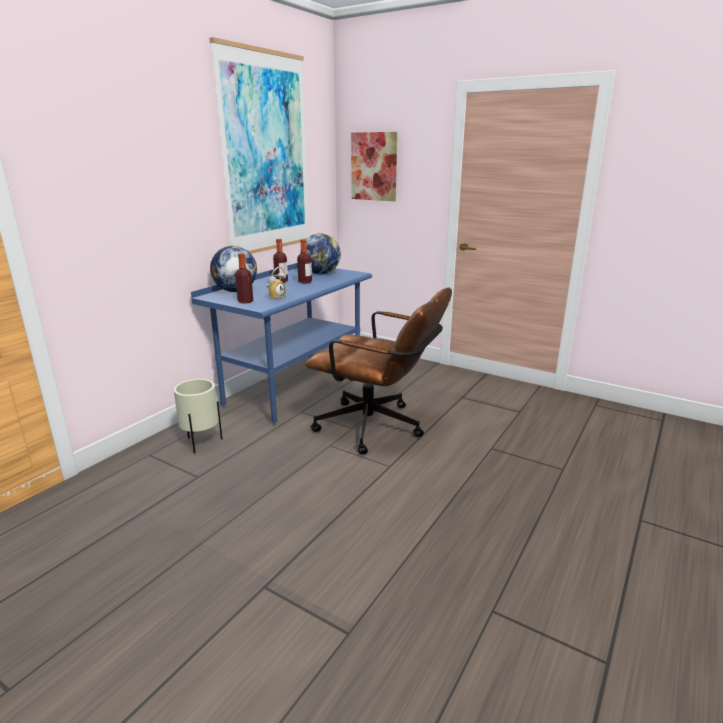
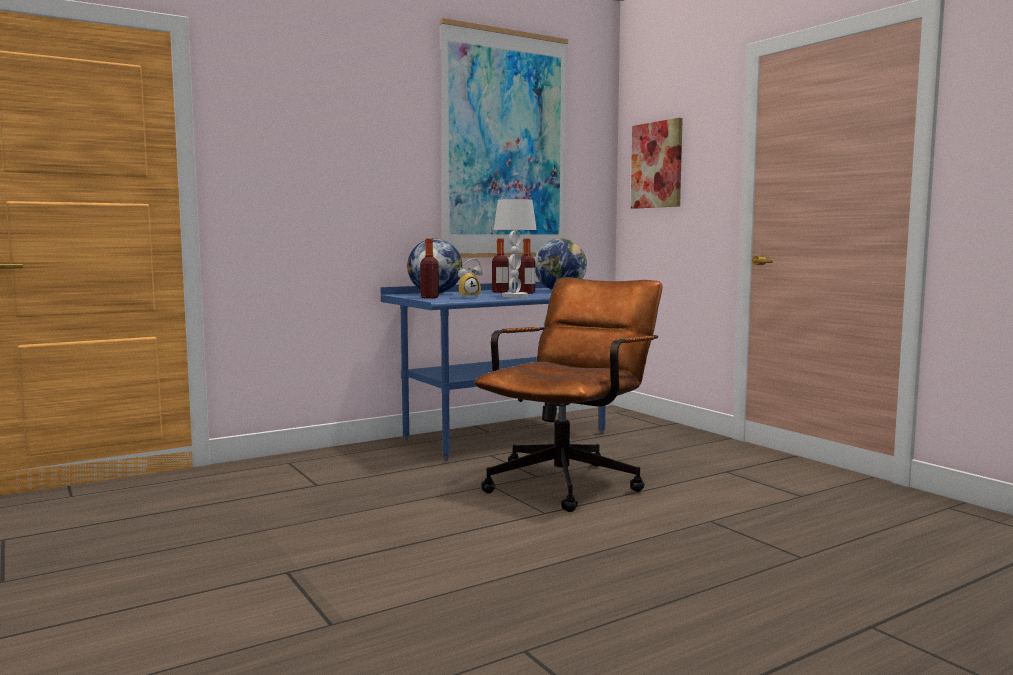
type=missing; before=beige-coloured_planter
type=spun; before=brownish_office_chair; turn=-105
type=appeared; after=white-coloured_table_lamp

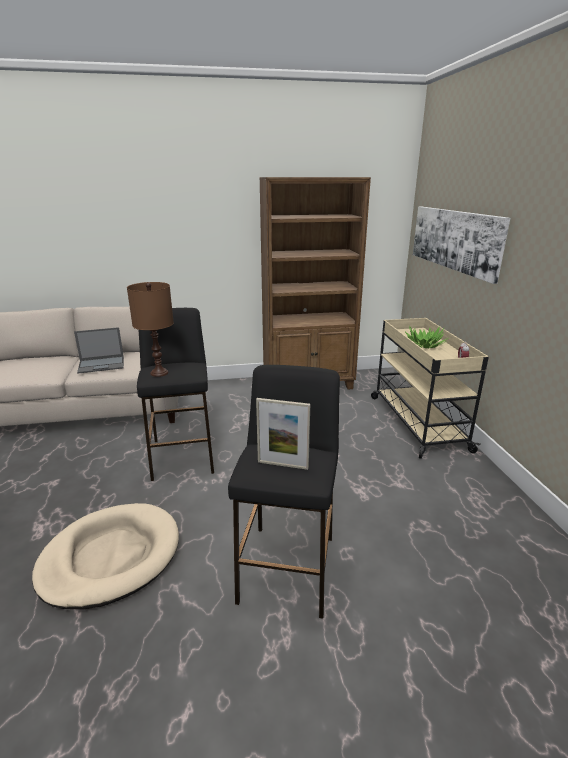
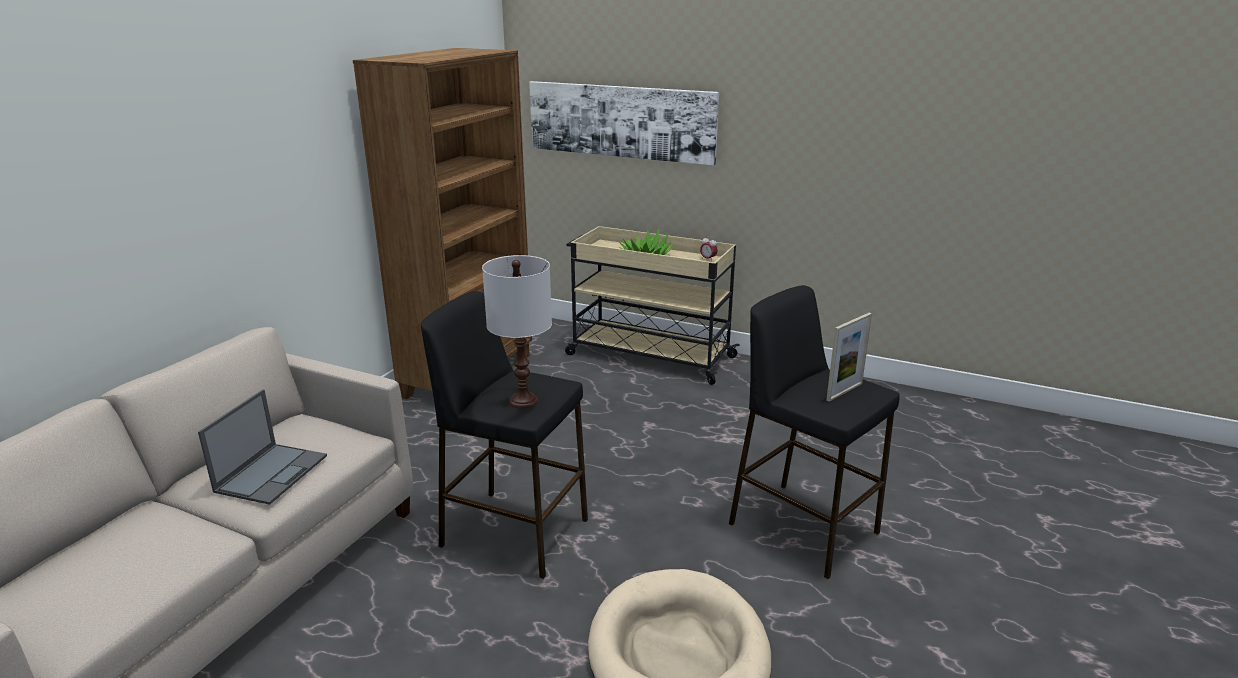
type=colour; before=brownish_table_lamp; after=white-coloured_table_lamp

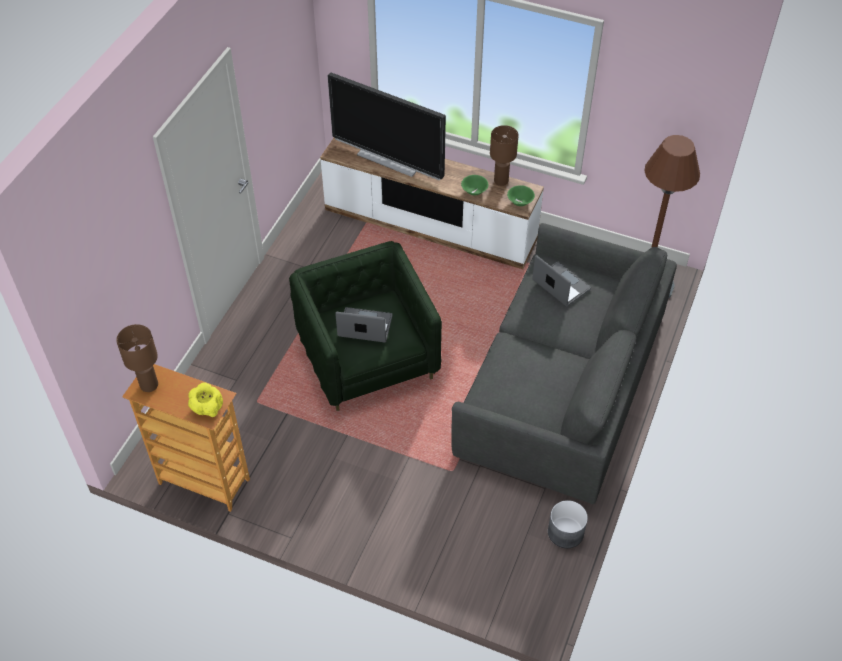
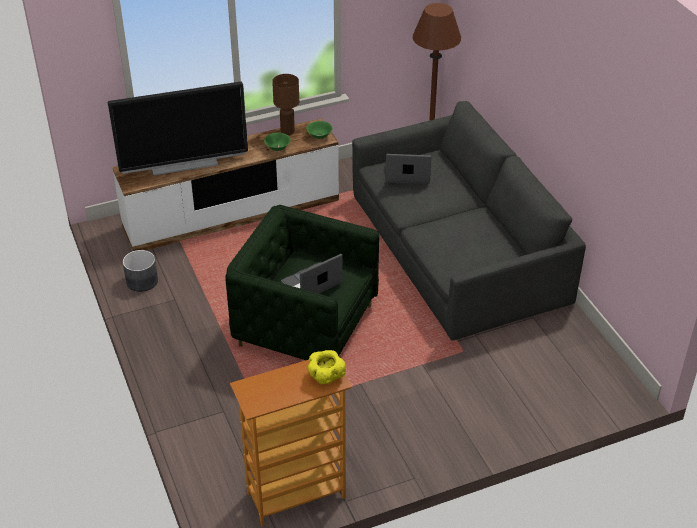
type=missing; before=brownish_table_lamp (no. 1 from left)
type=relocated; before=gray_planter

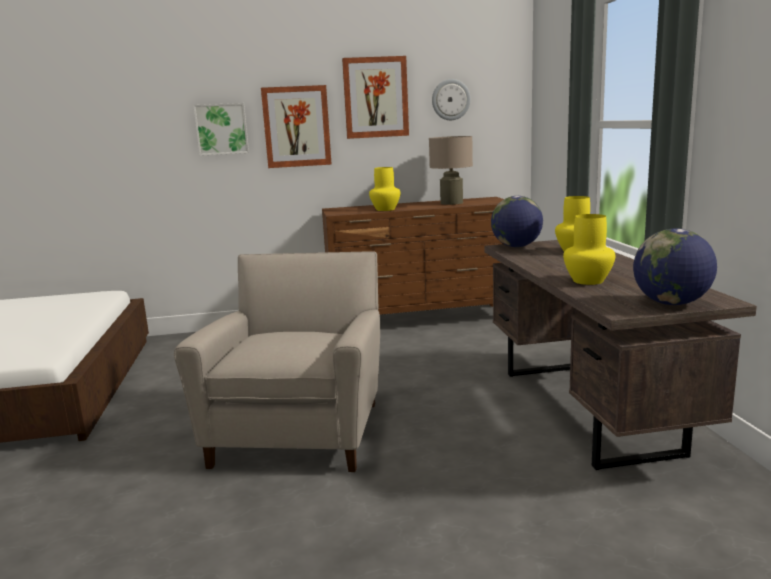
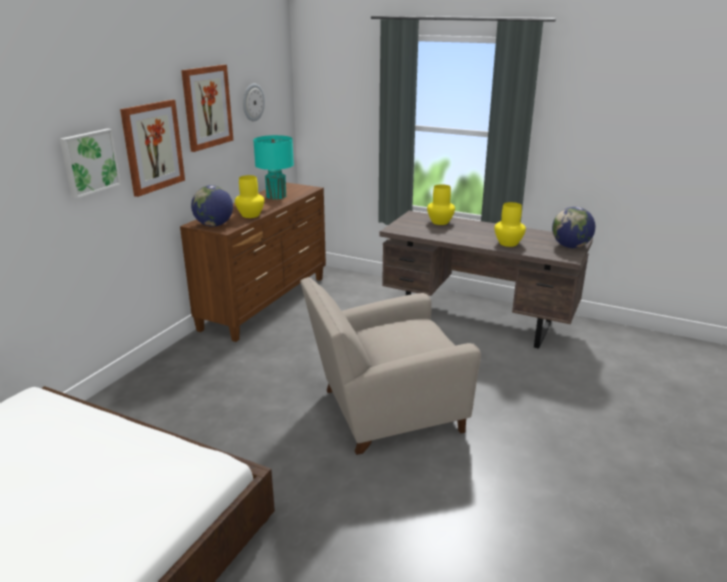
type=spun; before=beige-coloured_easy_chair; turn=-60
type=colour; before=beige-coloured_table_lamp; after=turquoise-coloured_table_lamp
type=relocated; before=world_globe (no. 1 from left)

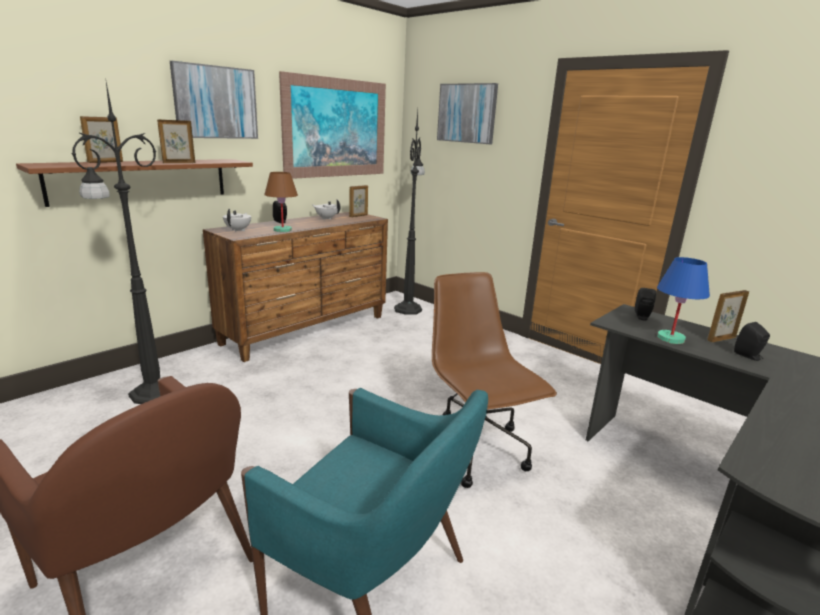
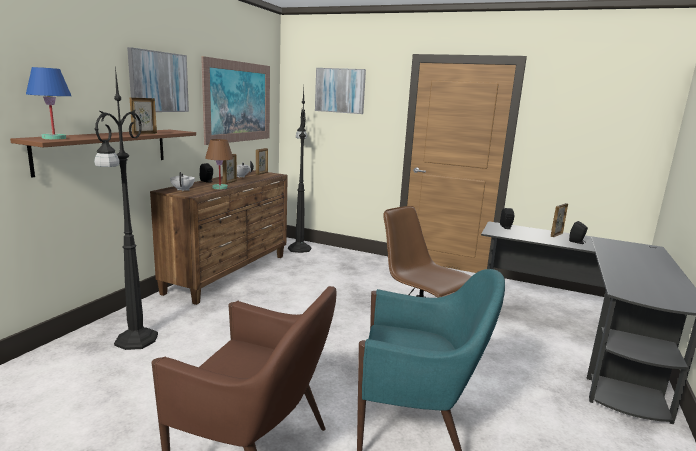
type=relocated; before=standing_frame (no. 1 from left in the first image); after=standing_frame (no. 2 from left)
type=relocated; before=blue-coloured_table_lamp

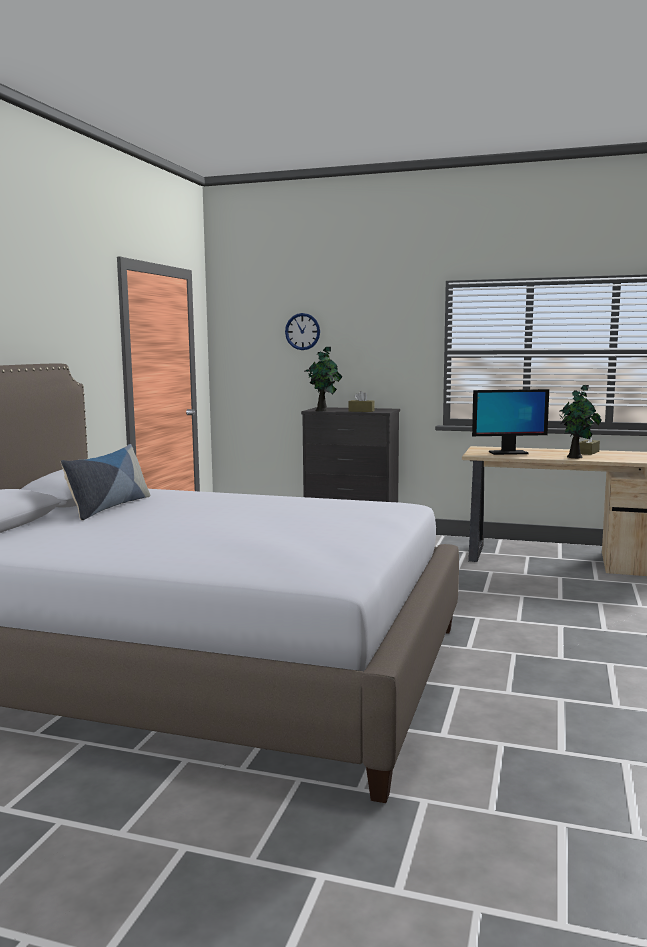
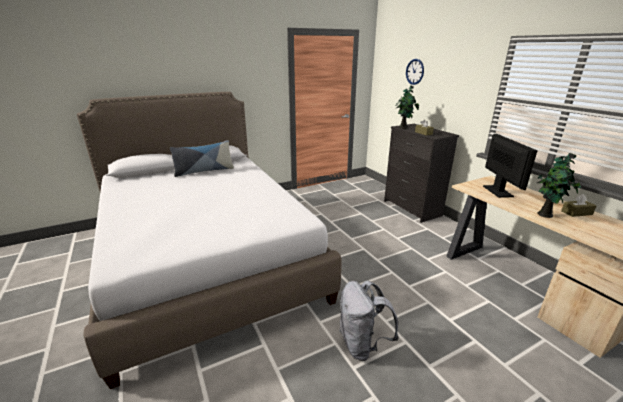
type=spun; before=computer_screen; turn=-135
type=appeared; after=gray_rucksack

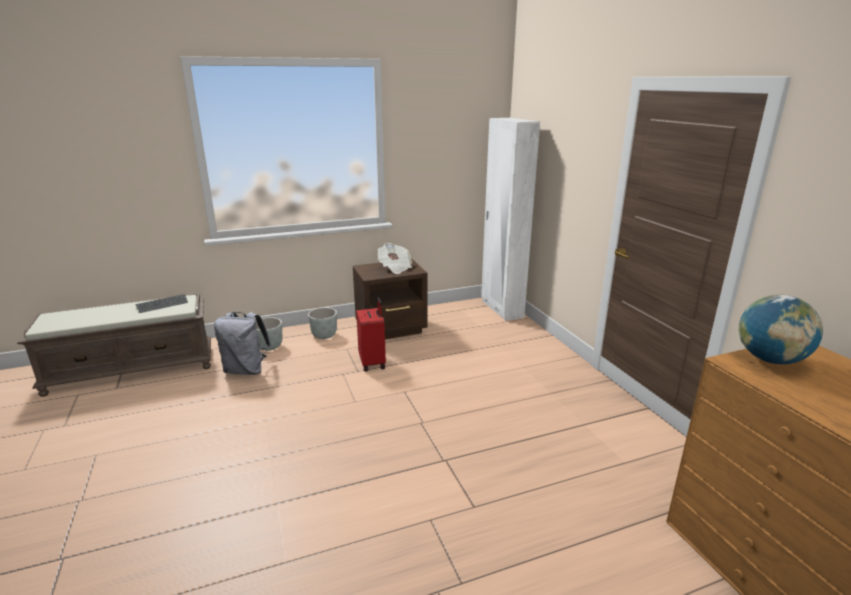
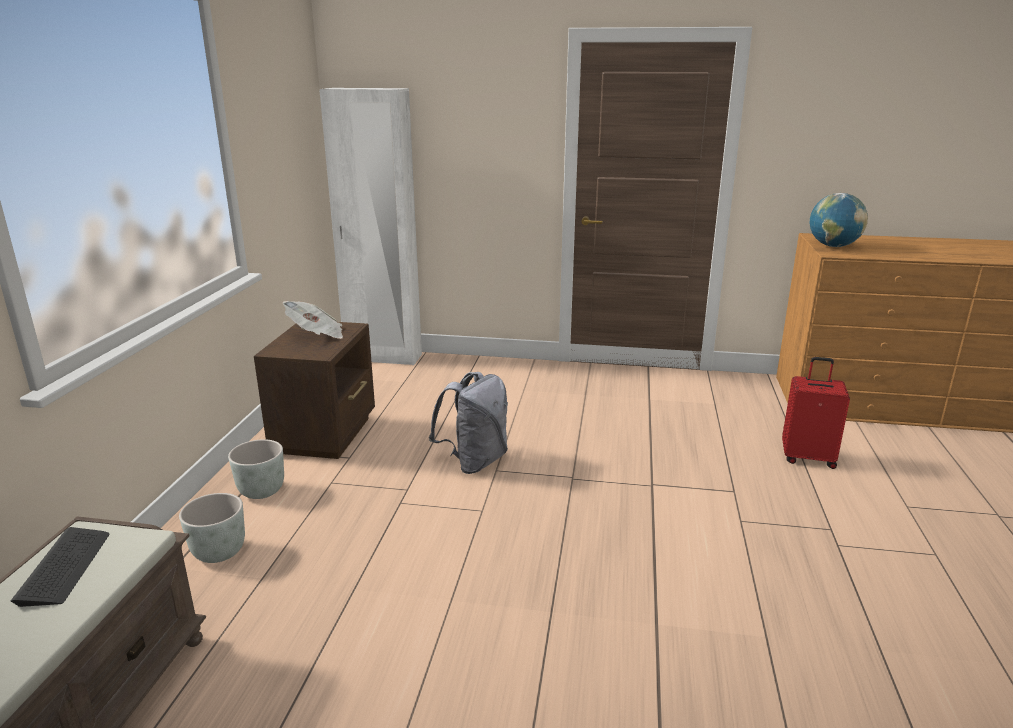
type=relocated; before=gray_rucksack
type=relocated; before=red_suitcase

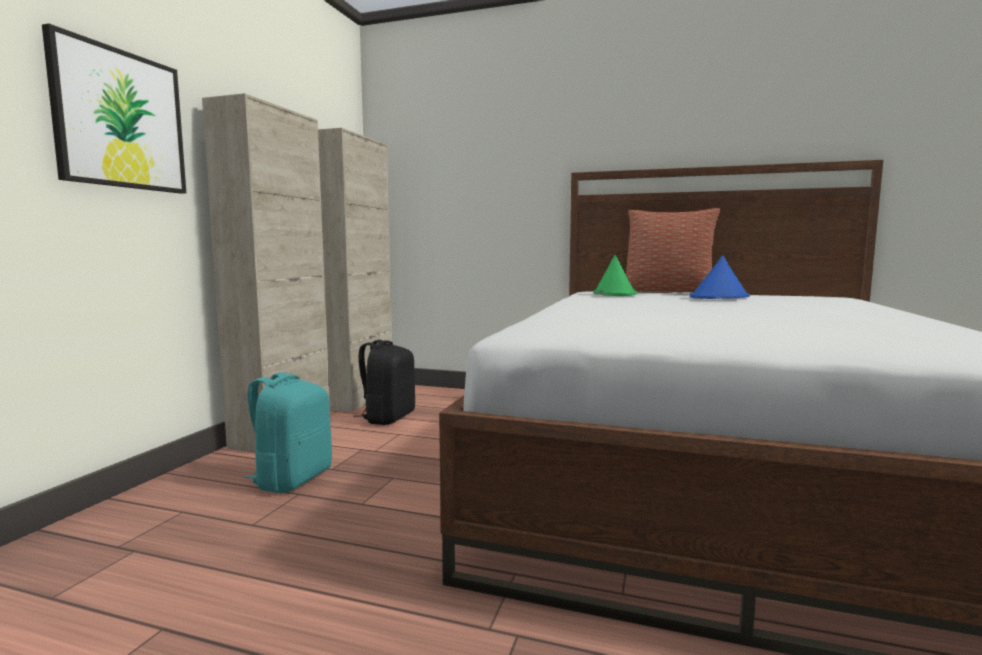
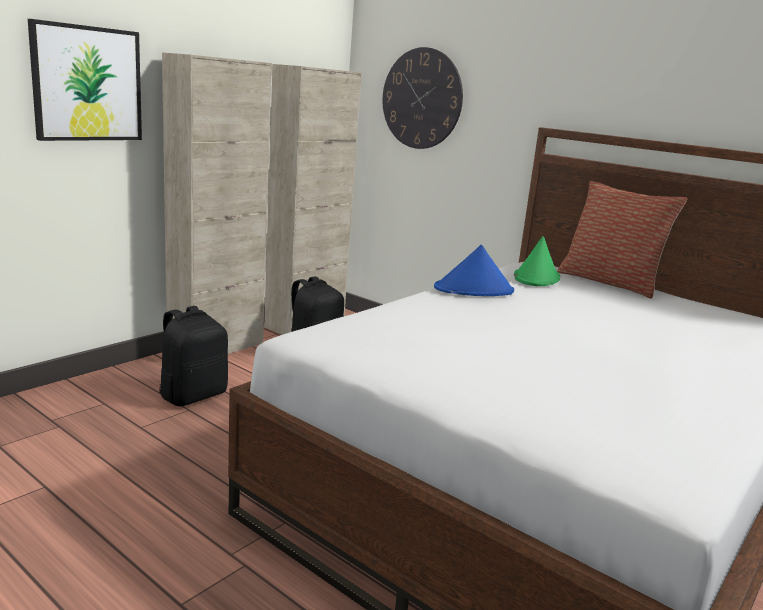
type=colour; before=turquoise-coloured_rucksack; after=black_rucksack (no. 1 from left)
type=relocated; before=blue-coloured_hat
type=appeared; after=clock_on_the_wall

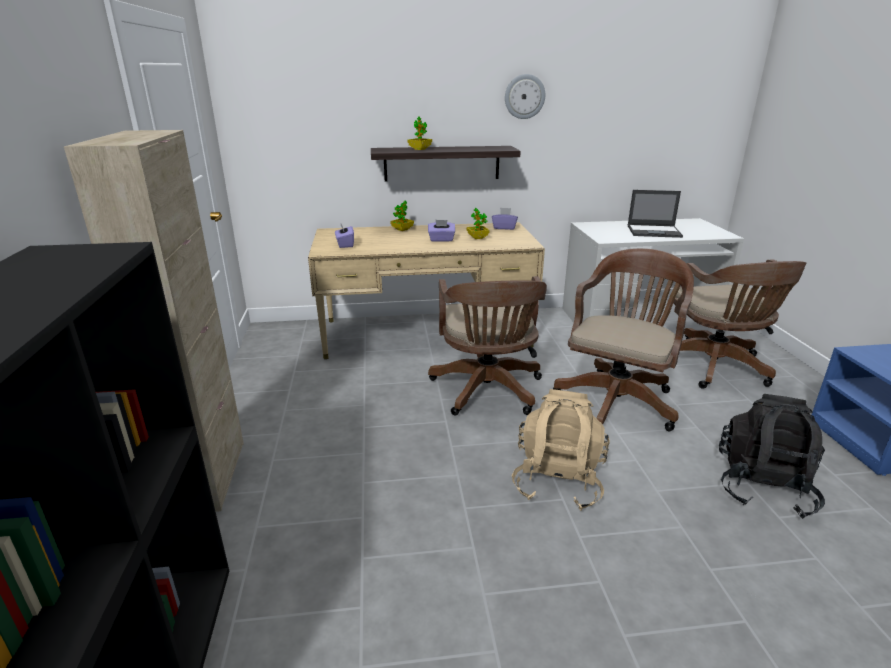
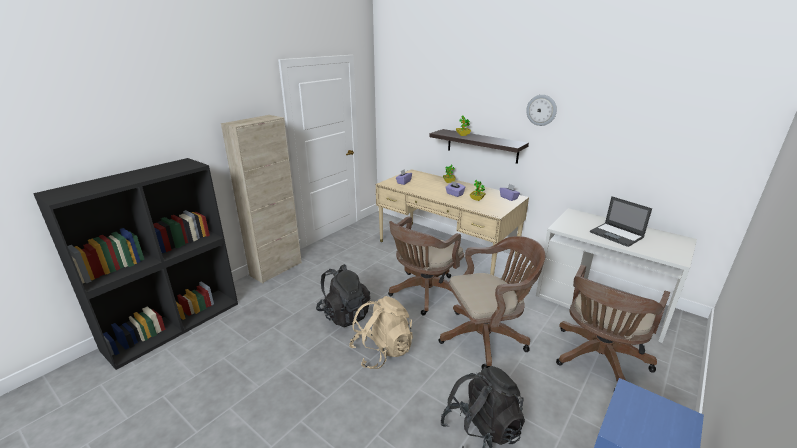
type=appeared; after=black_rucksack (no. 1 from left)

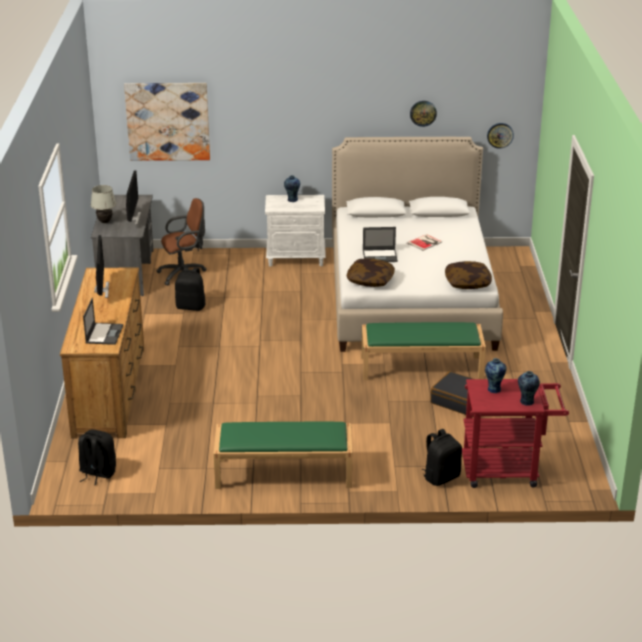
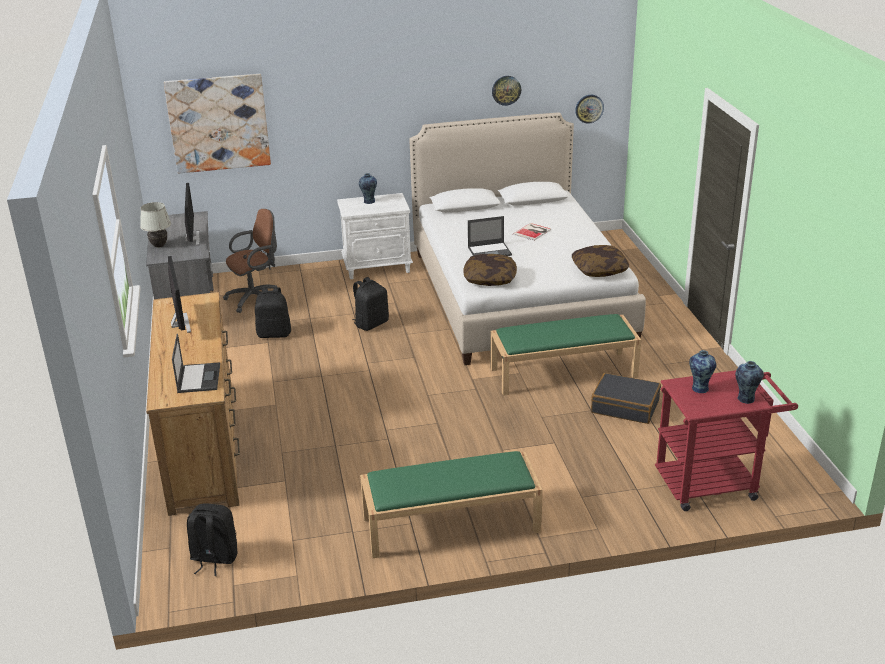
type=relocated; before=black_rucksack (no. 3 from left)

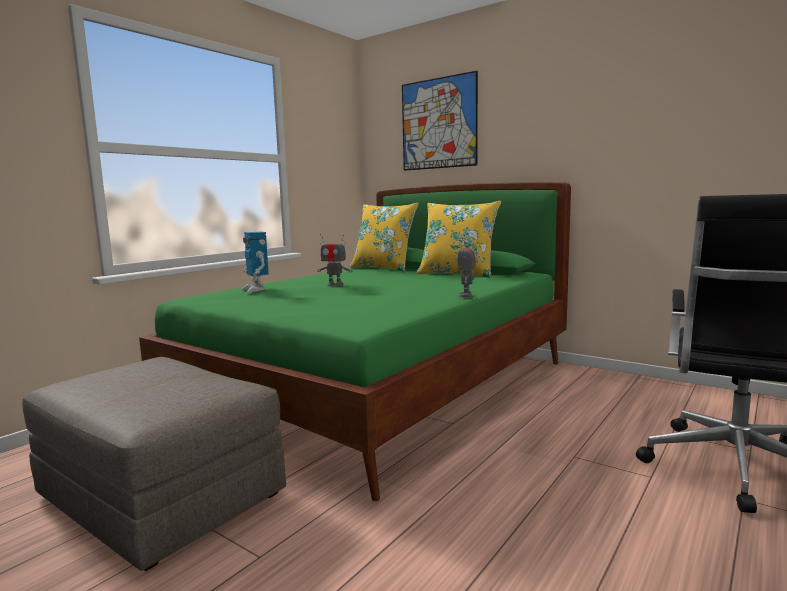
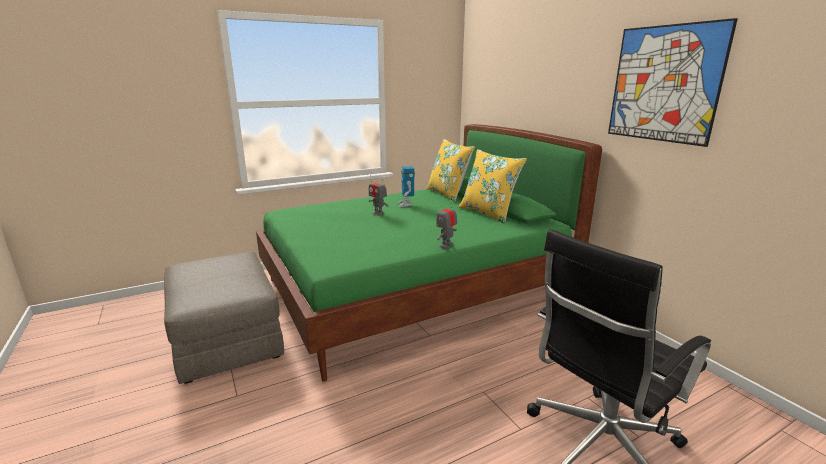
type=relocated; before=toy_robot (no. 1 from left in the first image); after=toy_robot (no. 2 from left)
type=relocated; before=picture

